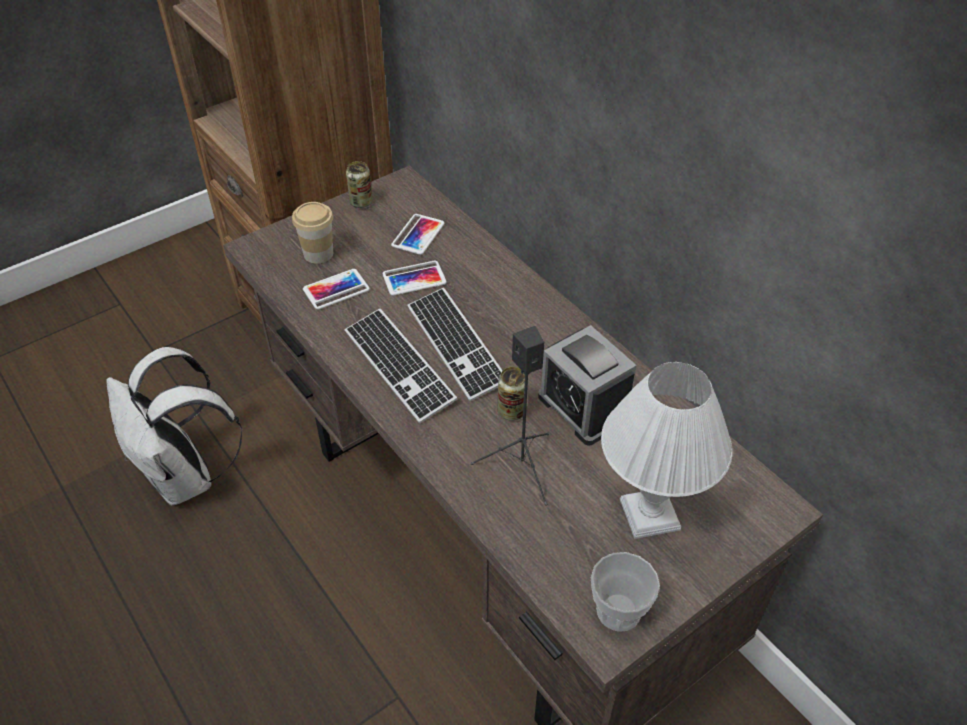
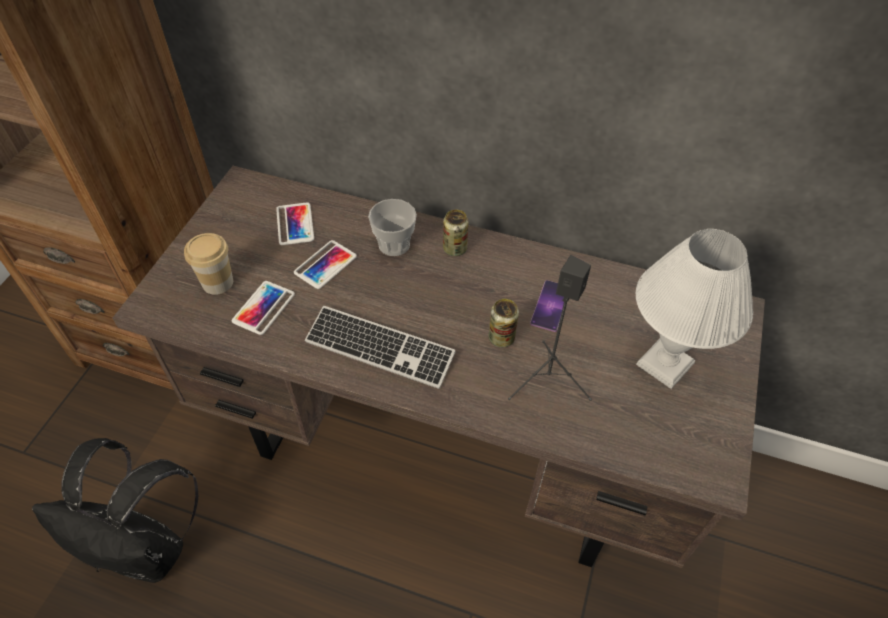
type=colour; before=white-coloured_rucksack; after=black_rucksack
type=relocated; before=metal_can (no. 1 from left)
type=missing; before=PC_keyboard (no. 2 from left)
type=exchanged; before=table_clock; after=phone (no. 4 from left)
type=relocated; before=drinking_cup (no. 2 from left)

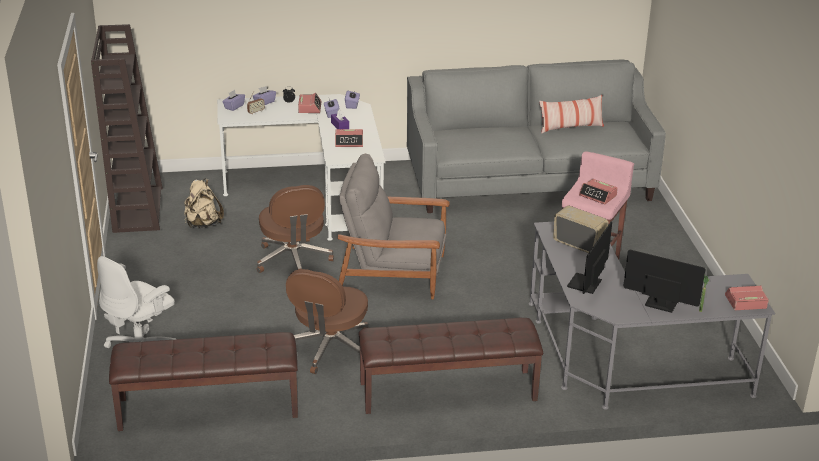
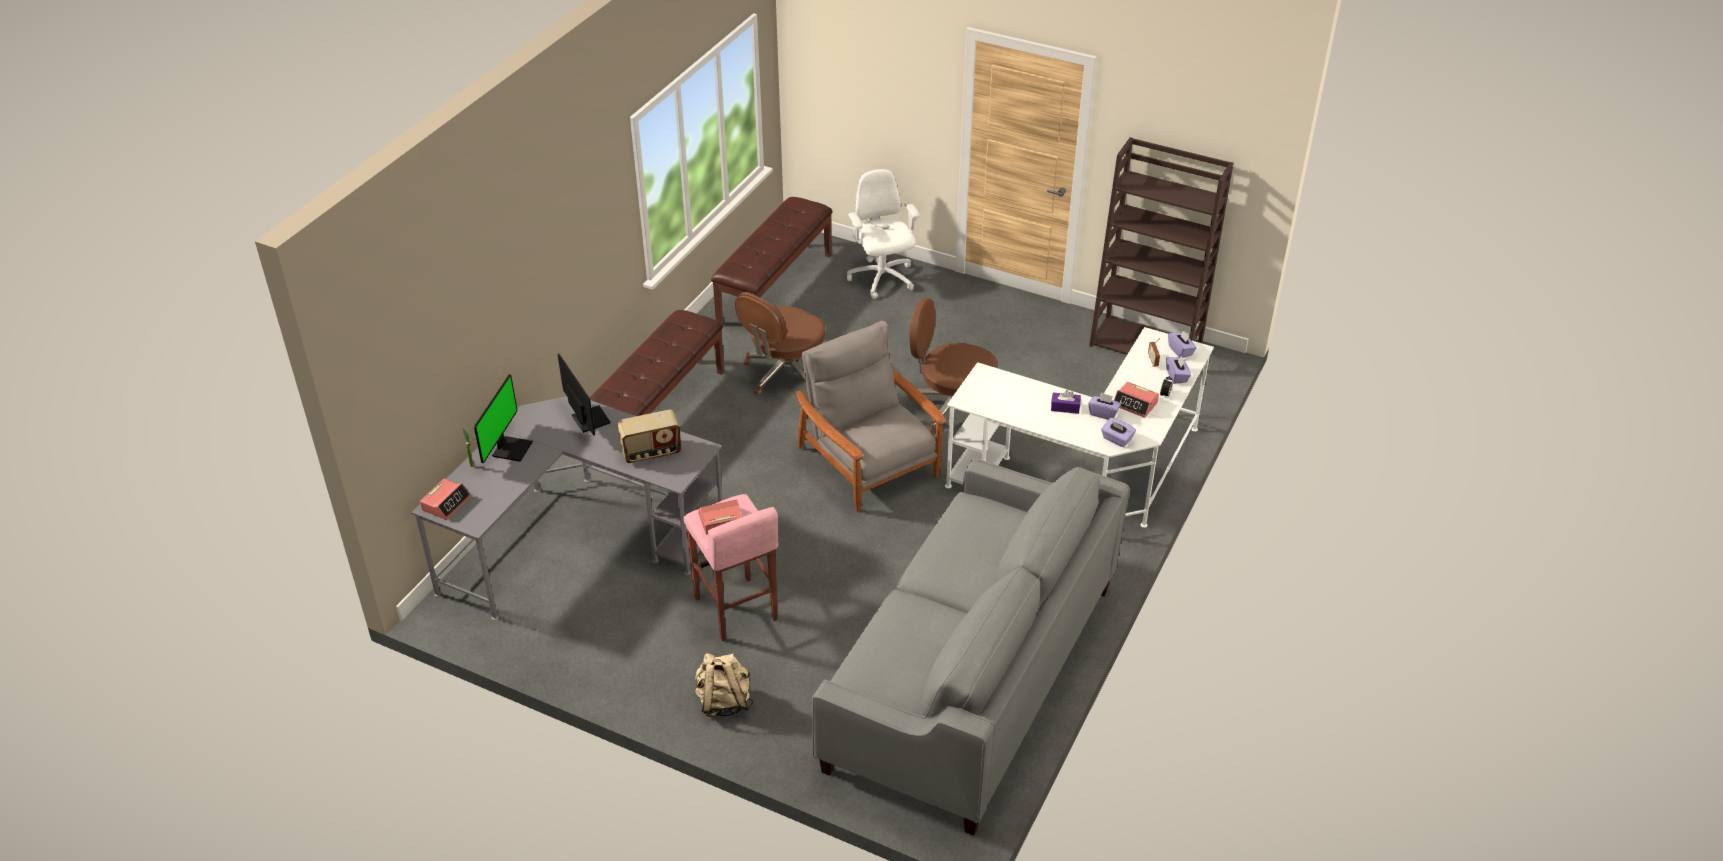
type=relocated; before=beige-coloured_rucksack
type=spun; before=brownish_office_chair (no. 2 from left in the first image); turn=-105
type=missing; before=table_clock (no. 3 from left)
type=spun; before=gray_easy_chair; turn=-75
type=missing; before=cushion
type=spun; before=computer_screen (no. 2 from left in the first image); turn=-45

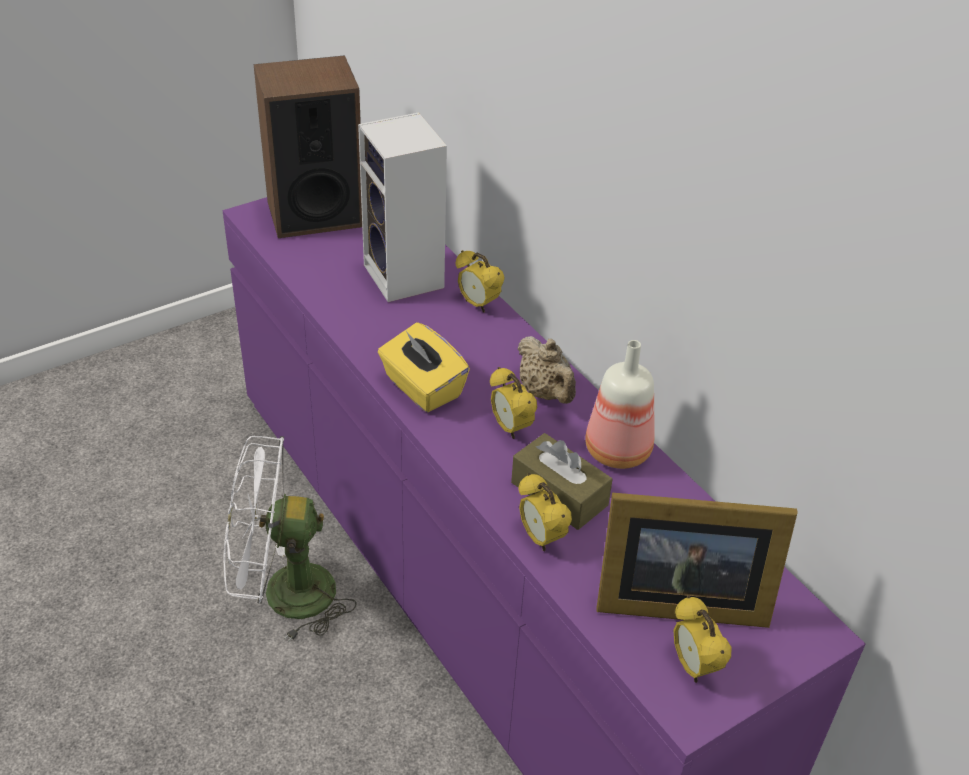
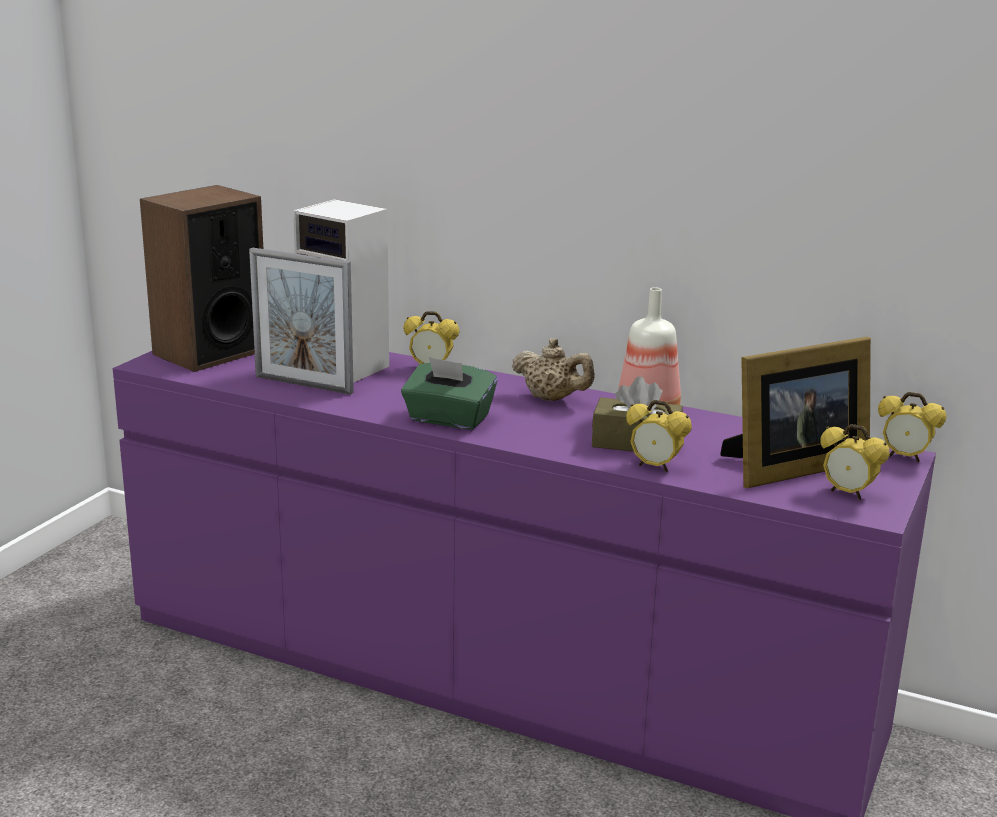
type=missing; before=white-coloured_cooling_fan
type=colour; before=yellow-coloured_tissue_holder; after=greenish_tissue_holder
type=relocated; before=table_clock (no. 2 from left in the first image); after=table_clock (no. 4 from left)
type=appeared; after=standing_frame (no. 1 from left)

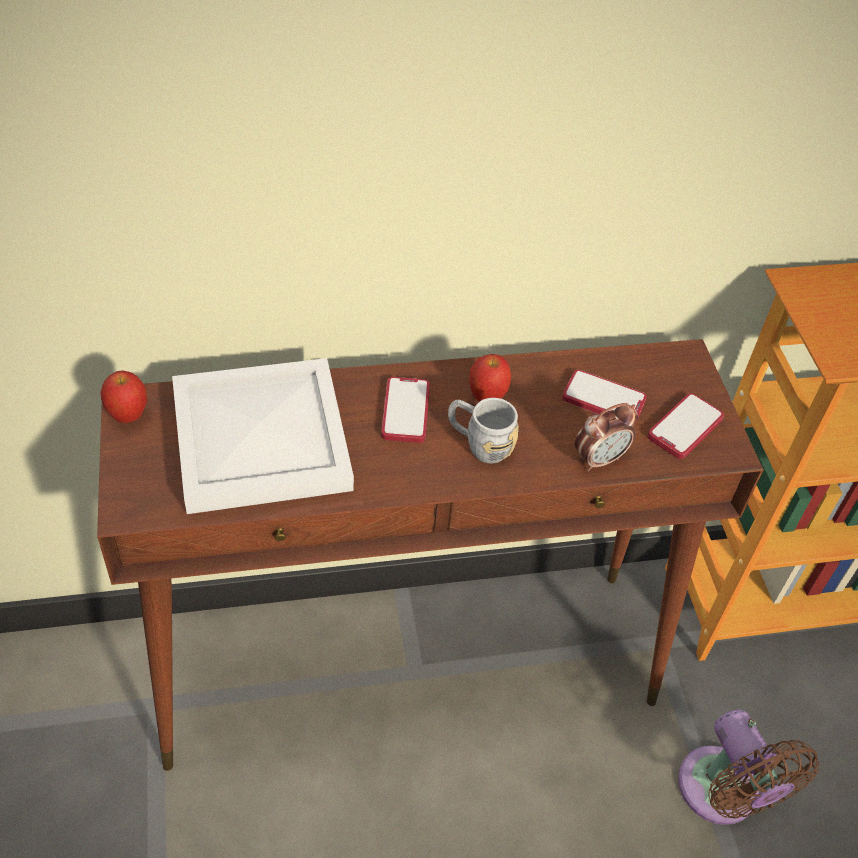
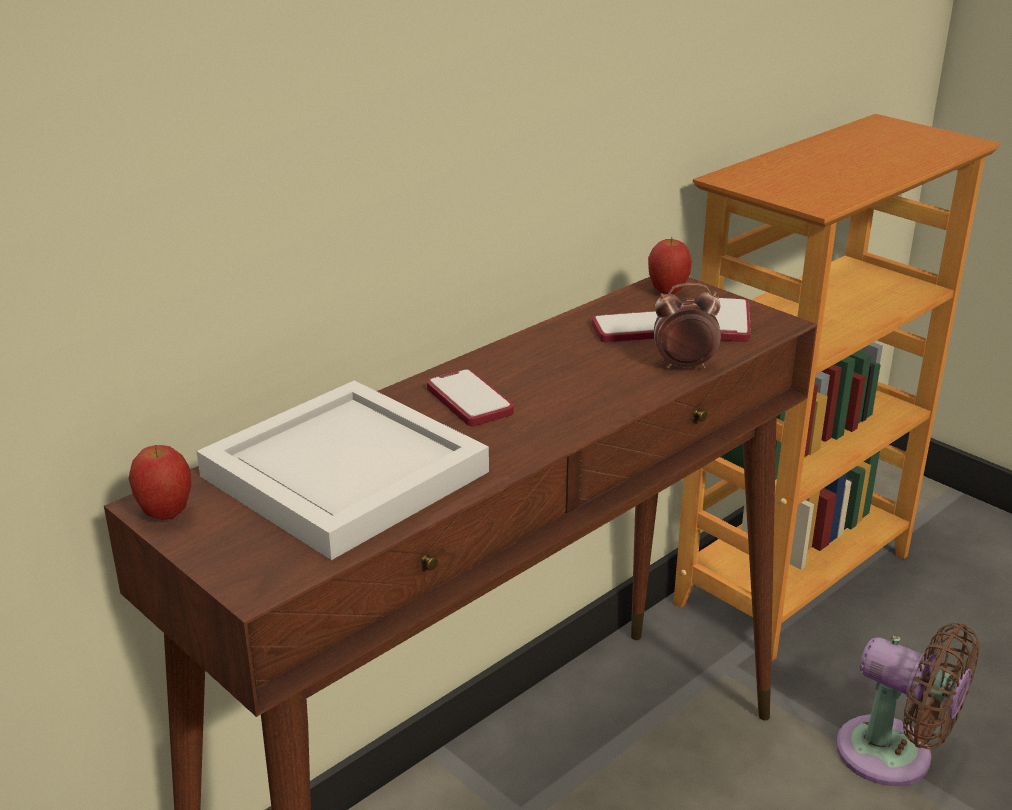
type=missing; before=gray_tea_mug
type=relocated; before=apple (no. 2 from left)
type=spun; before=table_clock; turn=-120

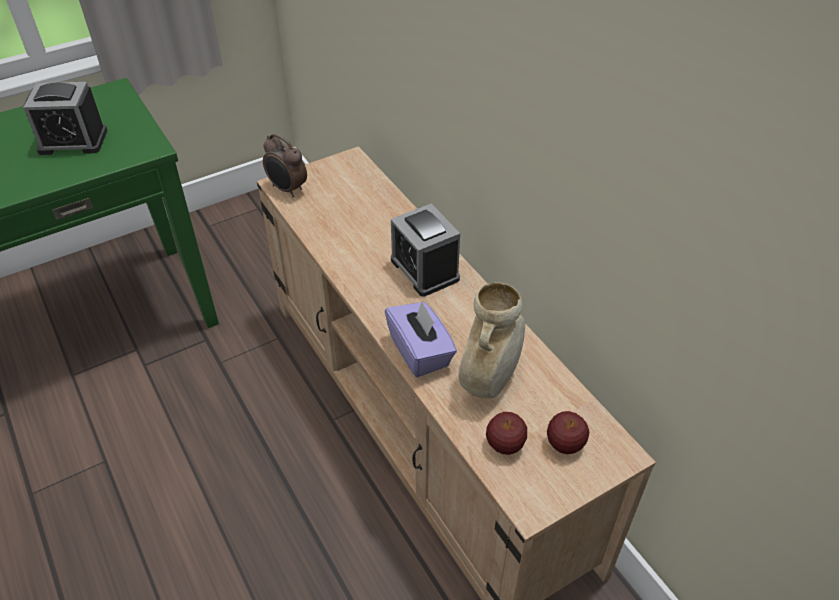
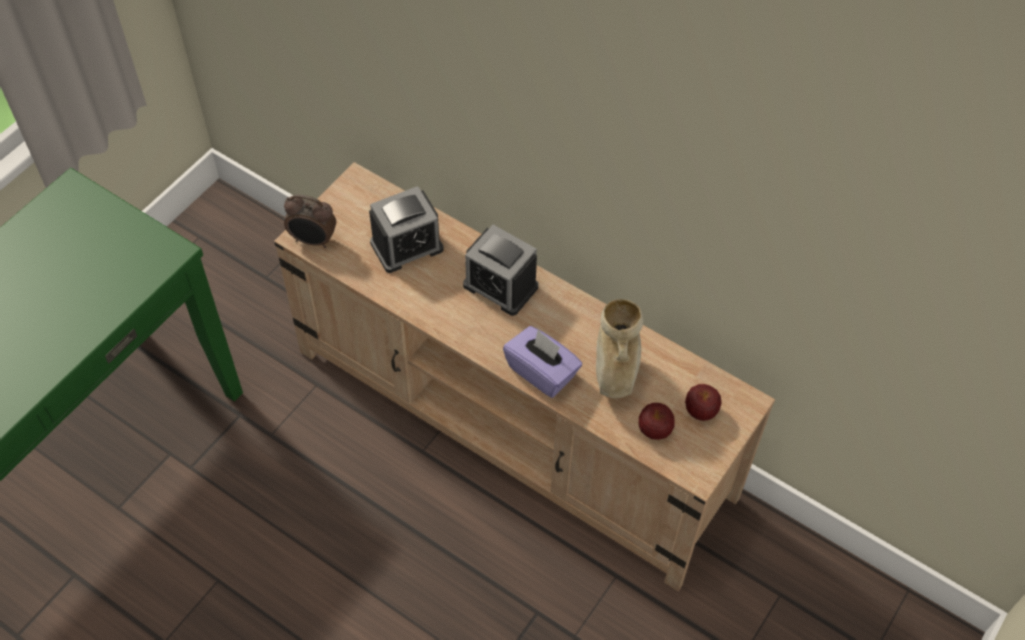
type=relocated; before=table_clock (no. 1 from left in the first image); after=table_clock (no. 2 from left)

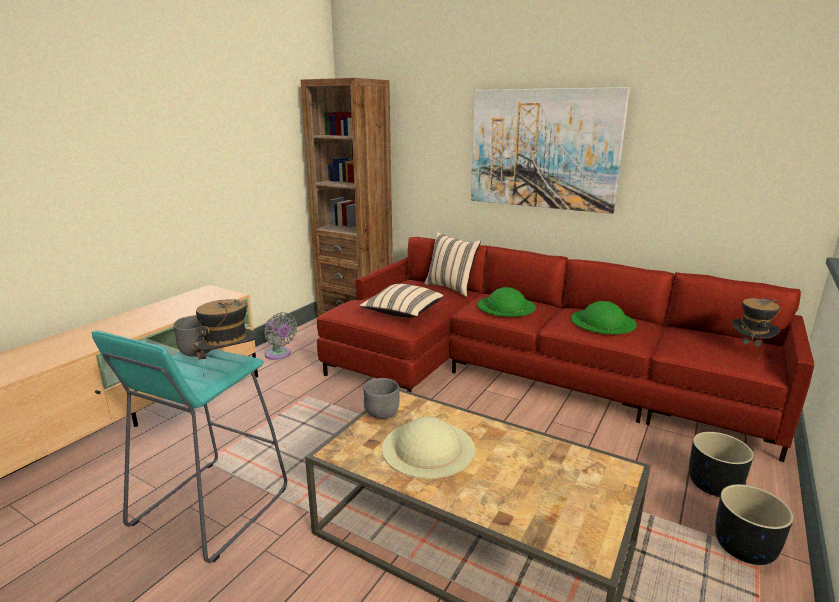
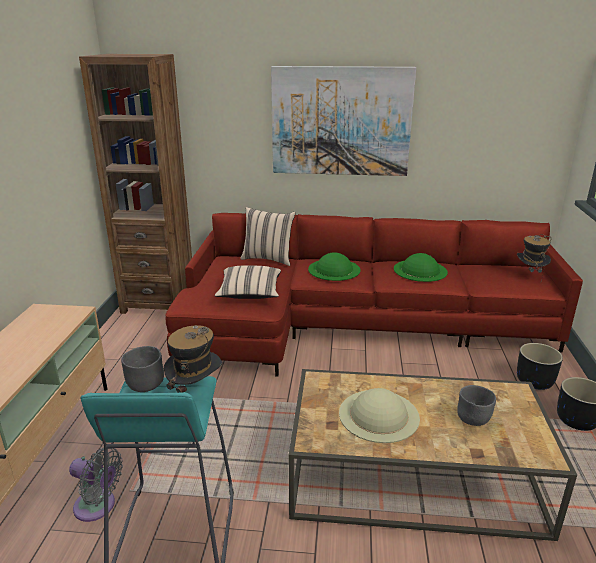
type=relocated; before=gray_cooling_fan
type=relocated; before=gray_serving_bowl (no. 2 from left)

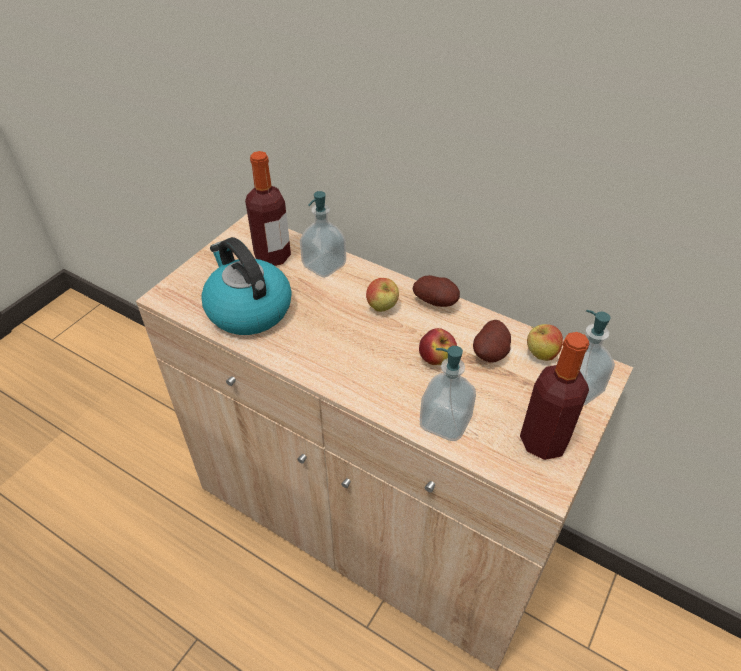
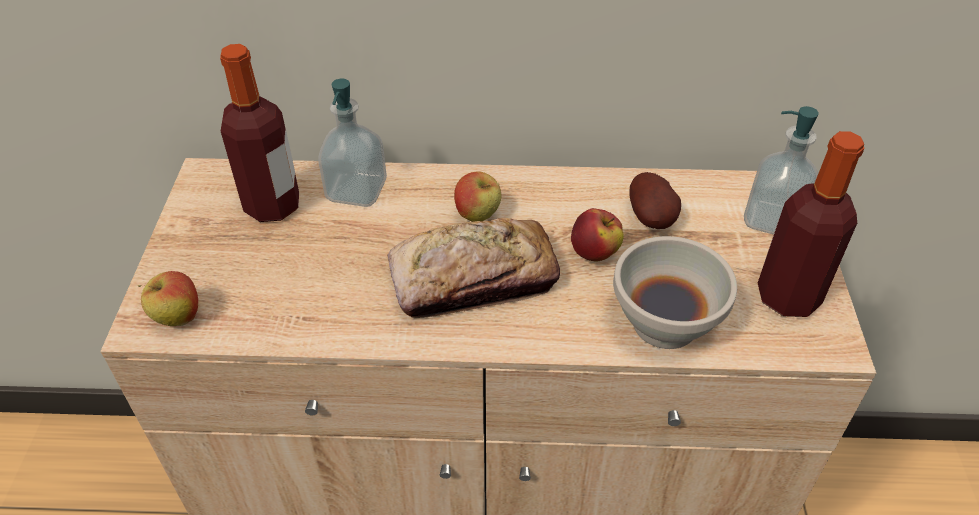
type=missing; before=water_kettle
type=missing; before=potato (no. 1 from left)
type=exchanged; before=soap_dispenser (no. 2 from left); after=white-coloured_serving_bowl
type=relocated; before=apple (no. 3 from left in the first image); after=apple (no. 1 from left)
type=appeared; after=bread

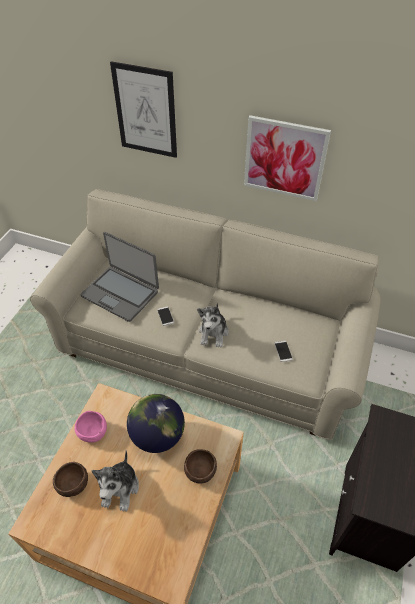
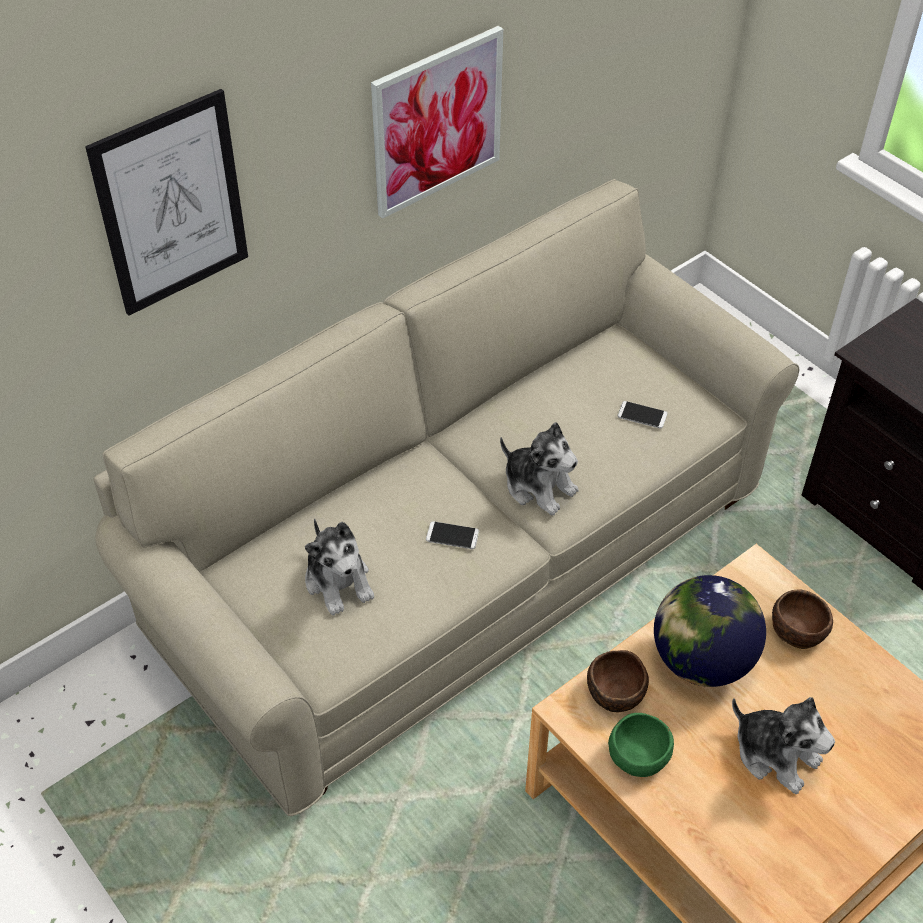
type=relocated; before=brownish_serving_bowl (no. 1 from left)
type=colour; before=pink-coloured_serving_bowl; after=greenish_serving_bowl
type=exchanged; before=notebook_computer; after=cuddly_toy (no. 1 from left)

